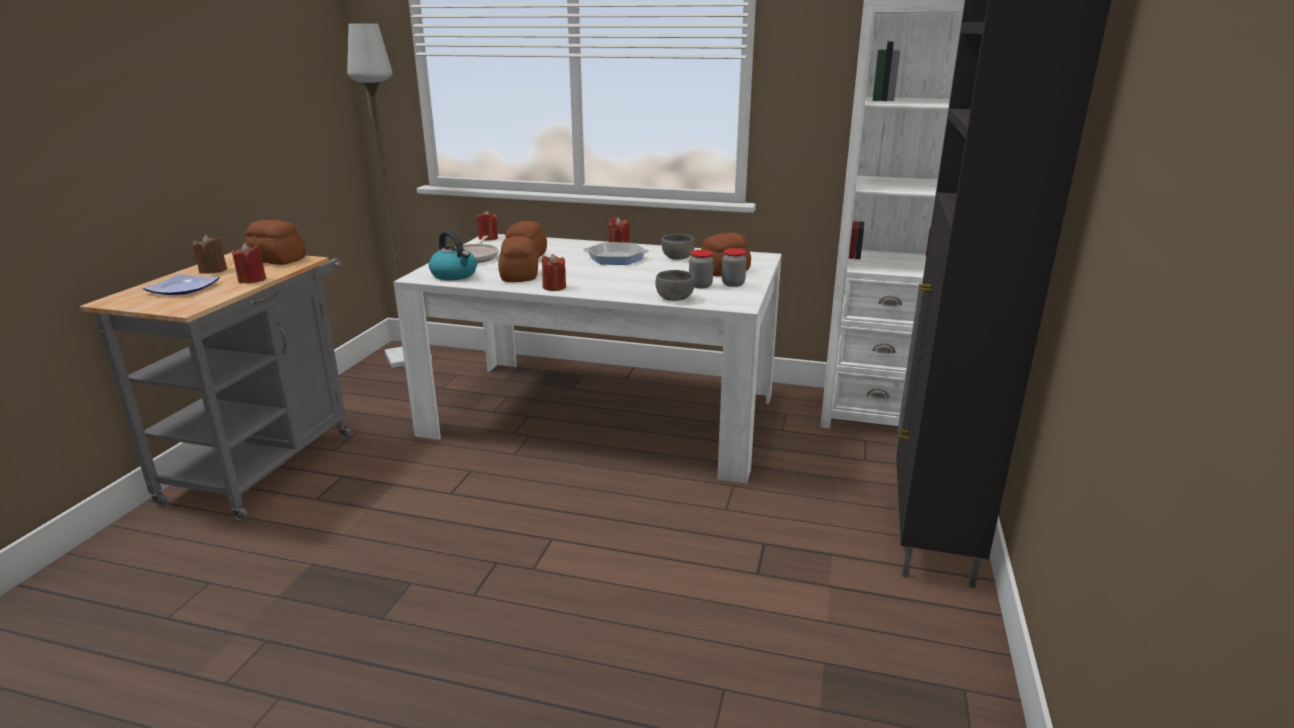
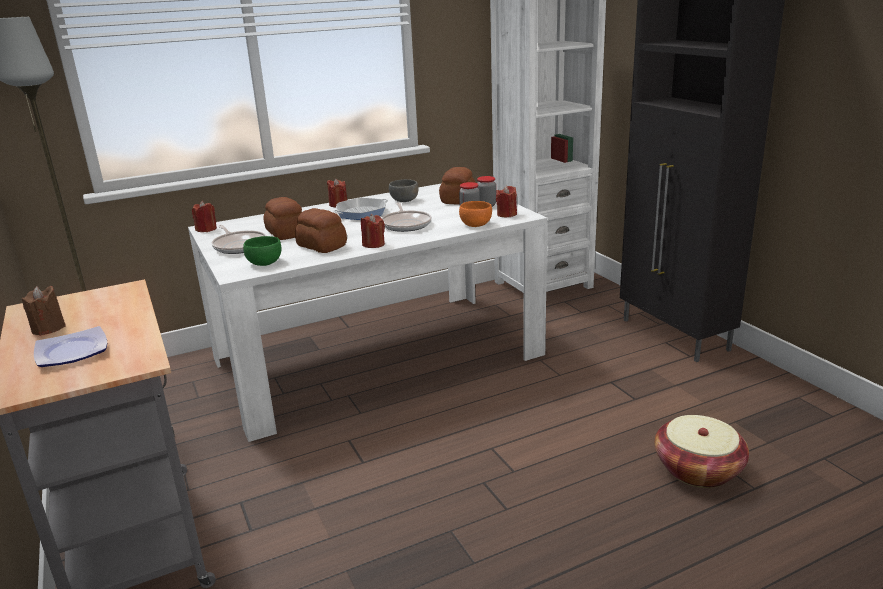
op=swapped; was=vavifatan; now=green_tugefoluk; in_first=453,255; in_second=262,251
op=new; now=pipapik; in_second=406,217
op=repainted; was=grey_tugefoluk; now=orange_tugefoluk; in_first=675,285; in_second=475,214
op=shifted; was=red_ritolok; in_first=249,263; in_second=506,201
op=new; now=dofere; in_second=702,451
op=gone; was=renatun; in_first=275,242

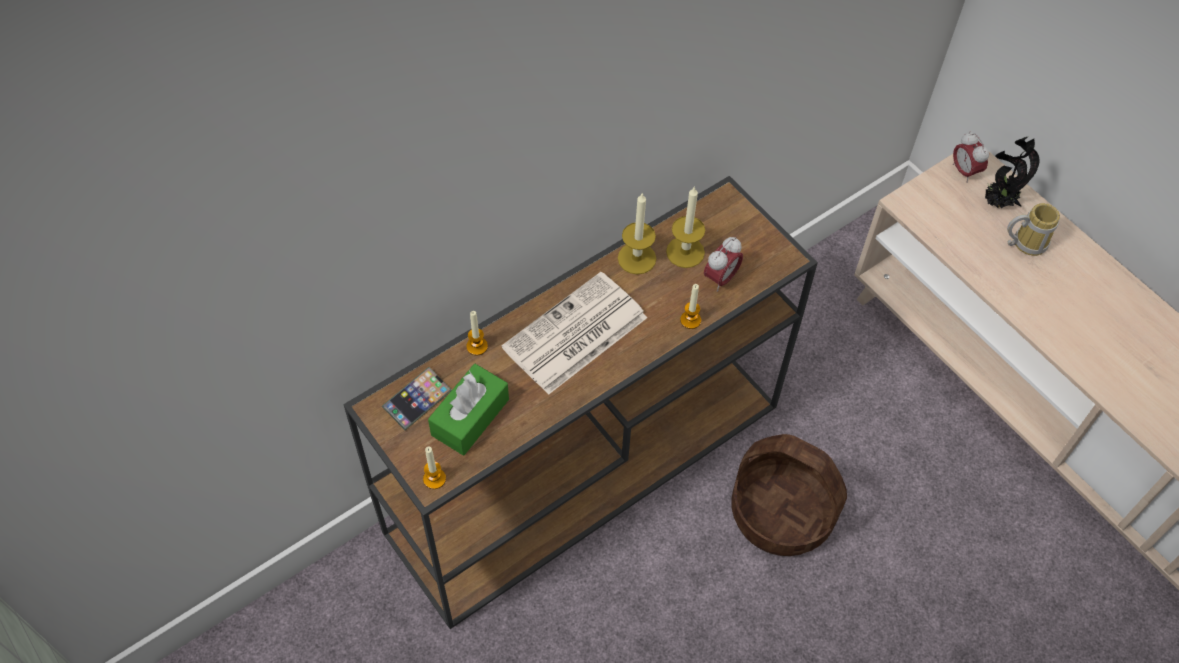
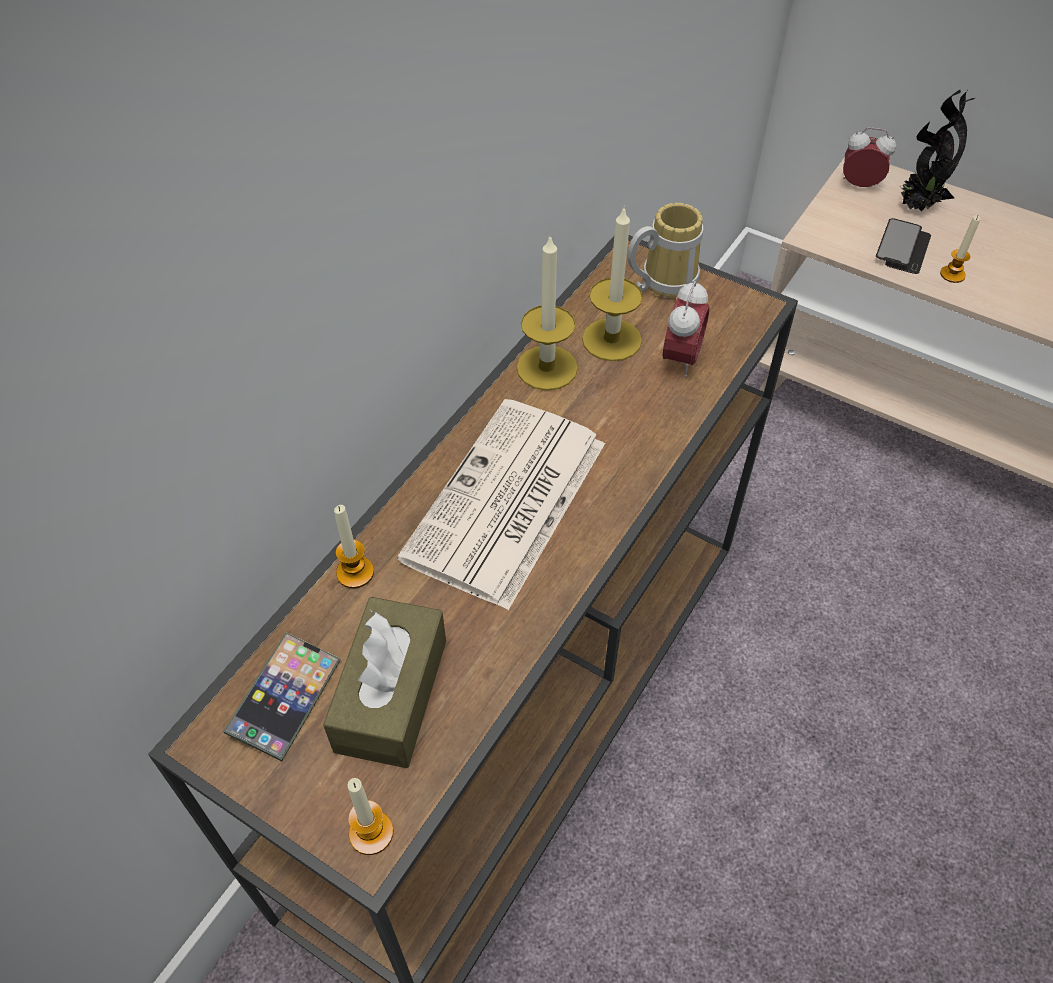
op=repainted; was=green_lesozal; now=brown_lesozal; in_first=468,410; in_second=384,682
op=shifted; was=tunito; in_first=1033,229; in_second=665,250
op=rotated; was=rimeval; in_first=971,157; in_second=869,157; clockwise=150
op=new; now=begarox; in_second=903,246
op=shifted; was=ritolok; in_first=690,306; in_second=960,249
op=gone; was=dofere; in_first=789,495

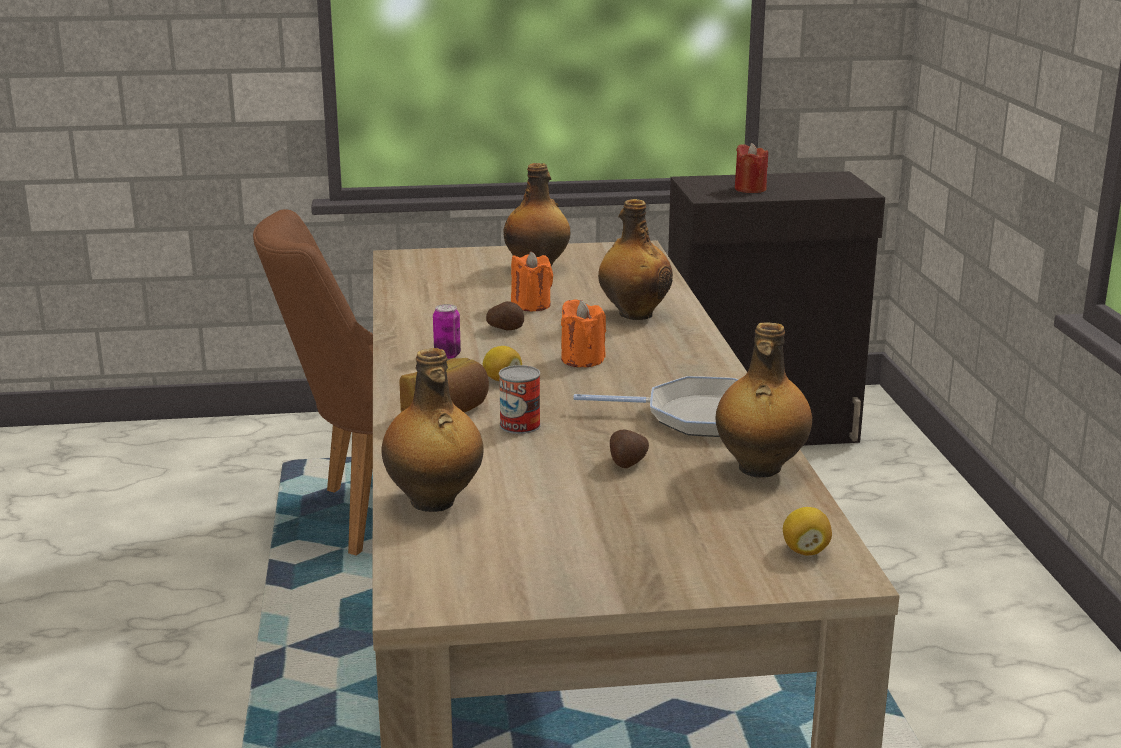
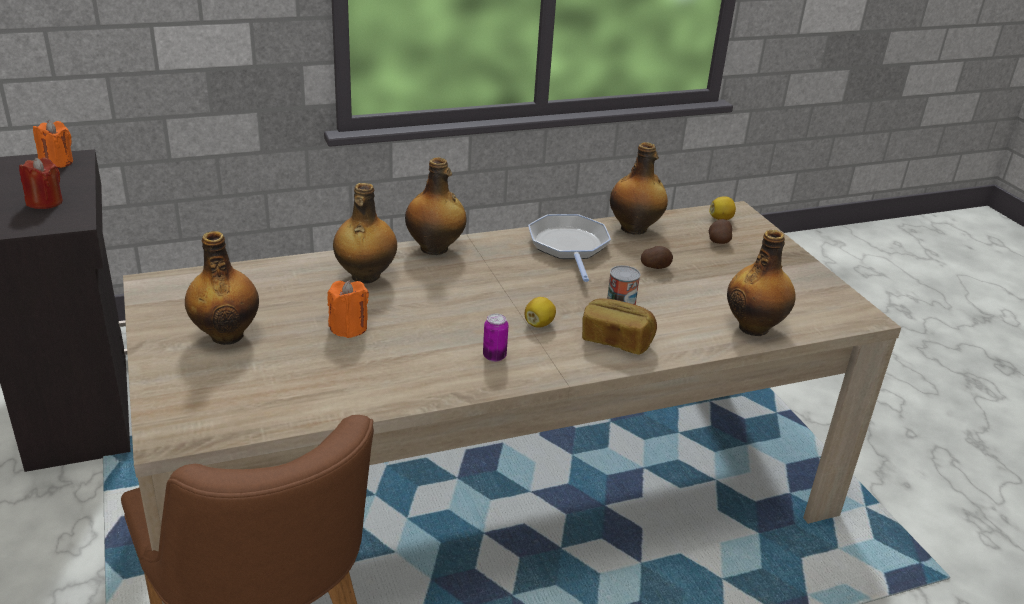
op=shifted; was=orange_ritolok; in_first=583,333; in_second=53,144
op=new; now=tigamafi; in_second=435,206
op=shifted; was=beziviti; in_first=505,315; in_second=720,231

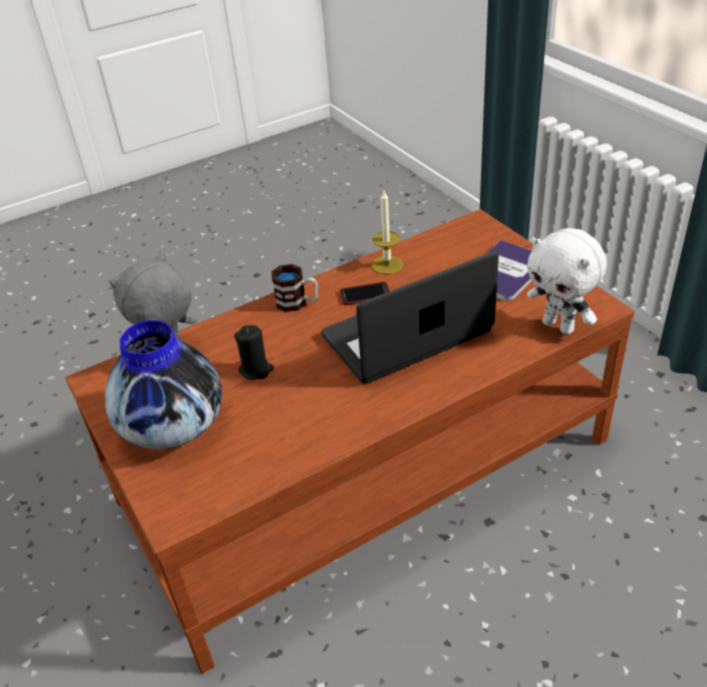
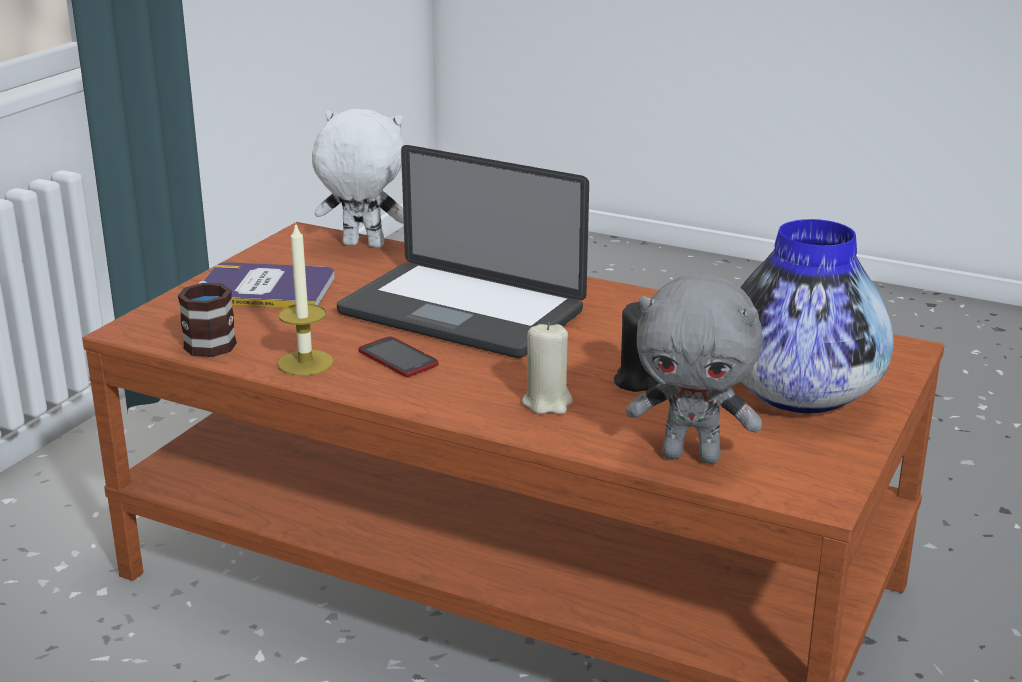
op=shifted; was=tunito; in_first=294,288; in_second=207,319
op=rotated; was=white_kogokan; in_first=567,281; in_second=358,178; clockwise=-90
op=new; now=beige_ritolok; in_second=547,368

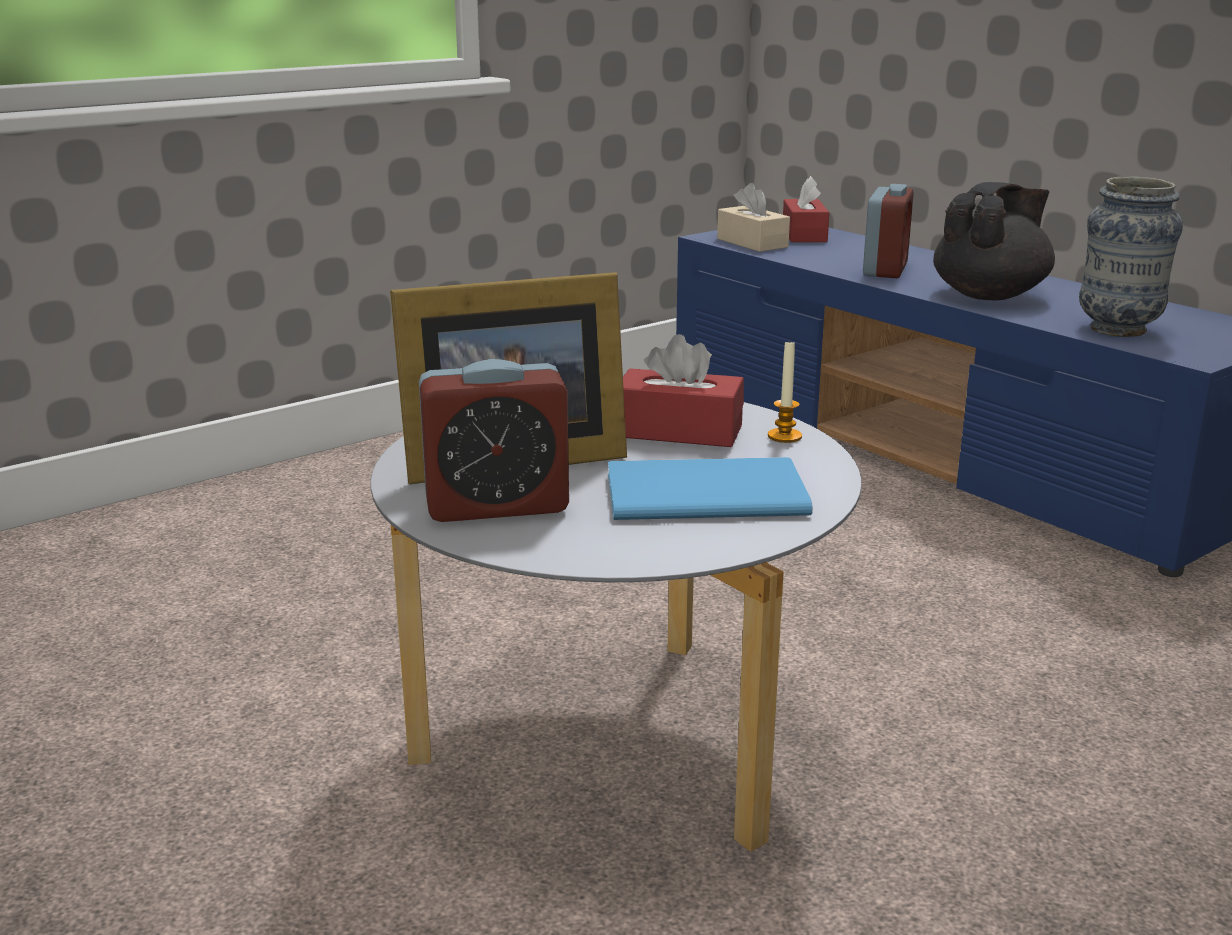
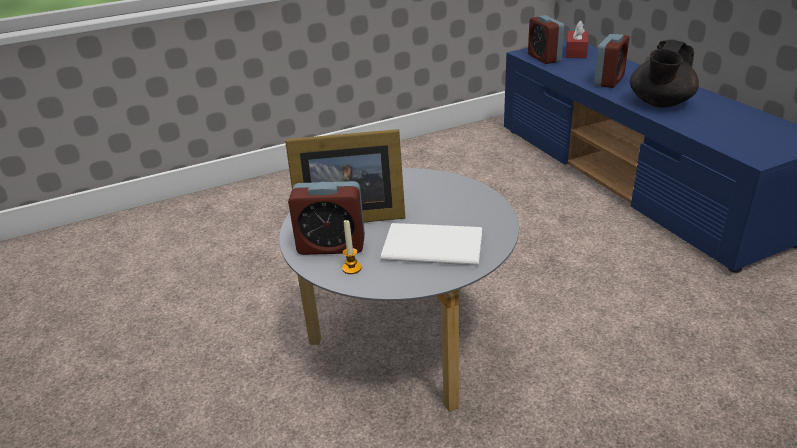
op=shifted; was=ritolok; in_first=785,392; in_second=352,247
op=repainted; was=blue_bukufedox; now=white_bukufedox; in_first=710,488; in_second=431,244
op=swapped; was=beige_lesozal; now=rimeval; in_first=753,217; in_second=546,39
op=rotated; was=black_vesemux; in_first=994,241; in_second=664,74; clockwise=150
op=gone; was=red_lesozal; in_first=683,390
op=gone; was=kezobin; in_first=1131,257

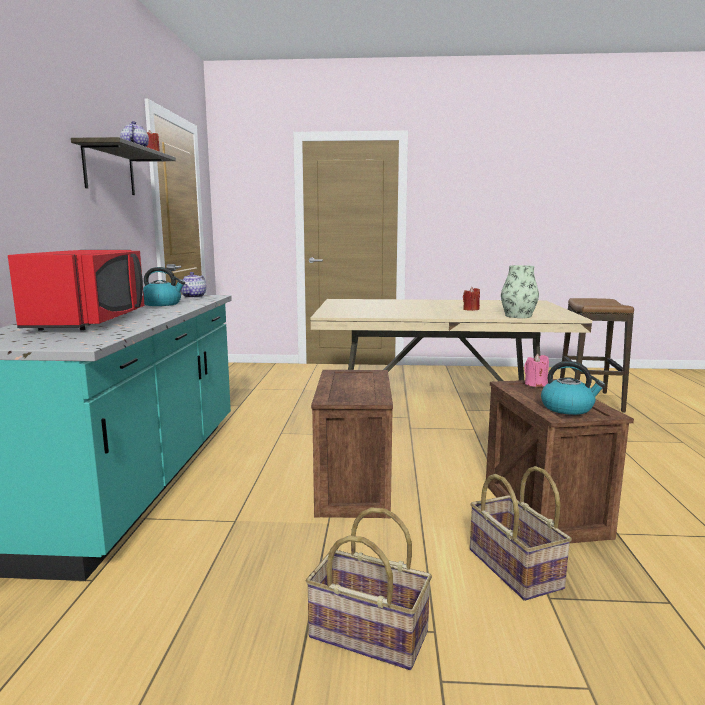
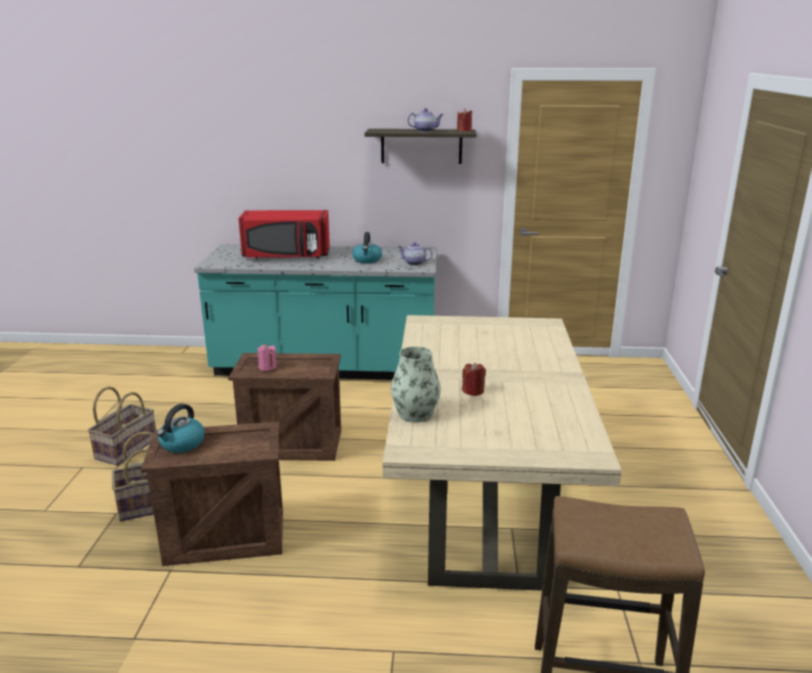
op=shifted; was=pink_ritolok; in_first=536,370; in_second=267,357

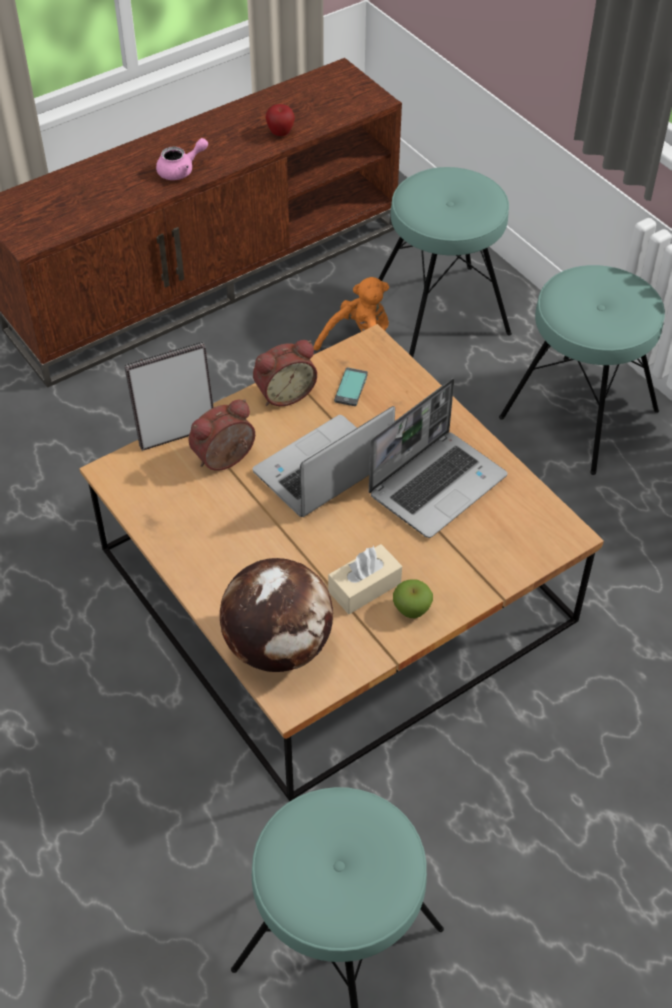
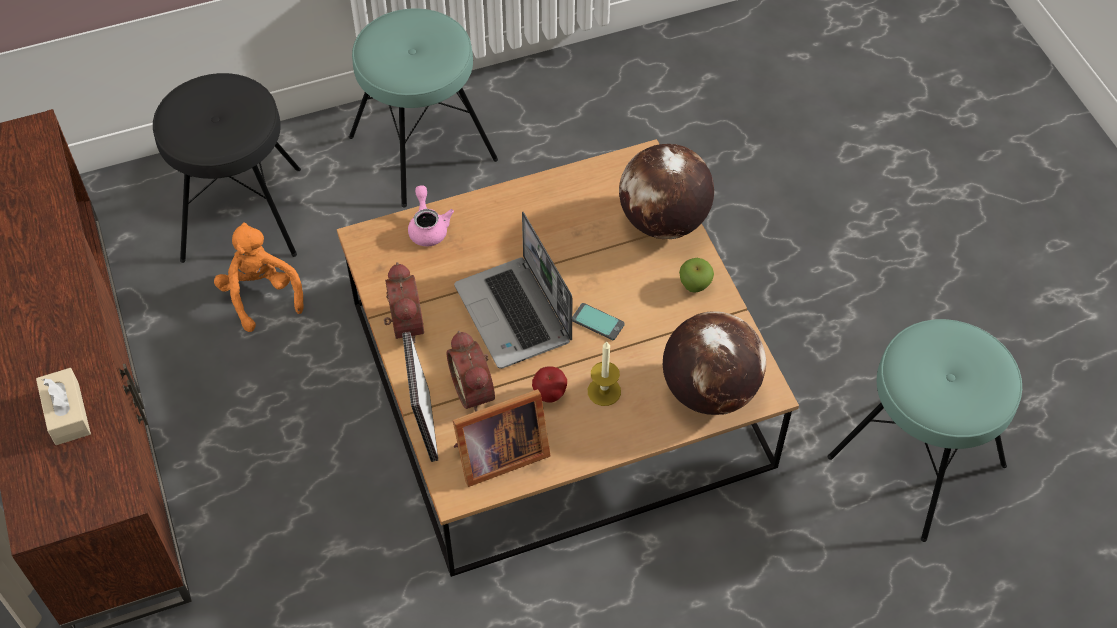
op=shifted; was=beige_lesozal; in_first=365,579; in_second=63,406
op=repainted; was=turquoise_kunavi; now=black_kunavi; in_first=445,262; in_second=227,168
op=shifted; was=pink_vesemux; in_first=182,159; in_second=431,216
op=new; now=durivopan; in_second=502,438
op=shifted; was=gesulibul; in_first=280,120; in_second=549,384
op=shifted; was=begarox; in_first=351,387; in_second=598,321
op=new; now=ritolok; in_second=604,374
op=new; now=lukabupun; in_second=666,191
op=gone; was=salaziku; in_first=438,458

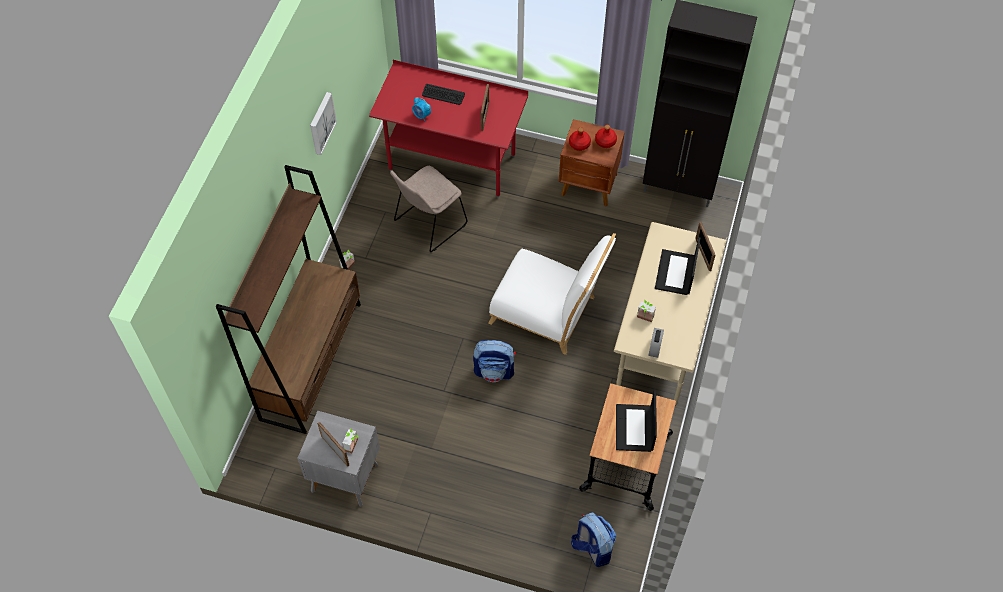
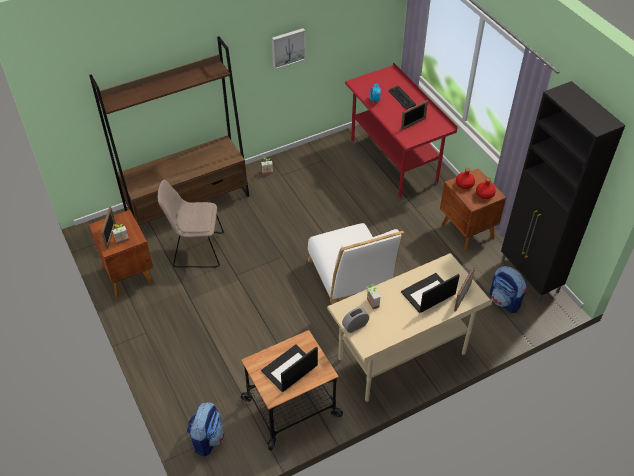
op=repainted; was=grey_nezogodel; now=brown_nezogodel; in_first=338,459; in_second=121,253
op=shifted; was=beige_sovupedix; in_first=428,209; in_second=191,224
op=shifted; was=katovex; in_first=494,361; in_second=508,289

